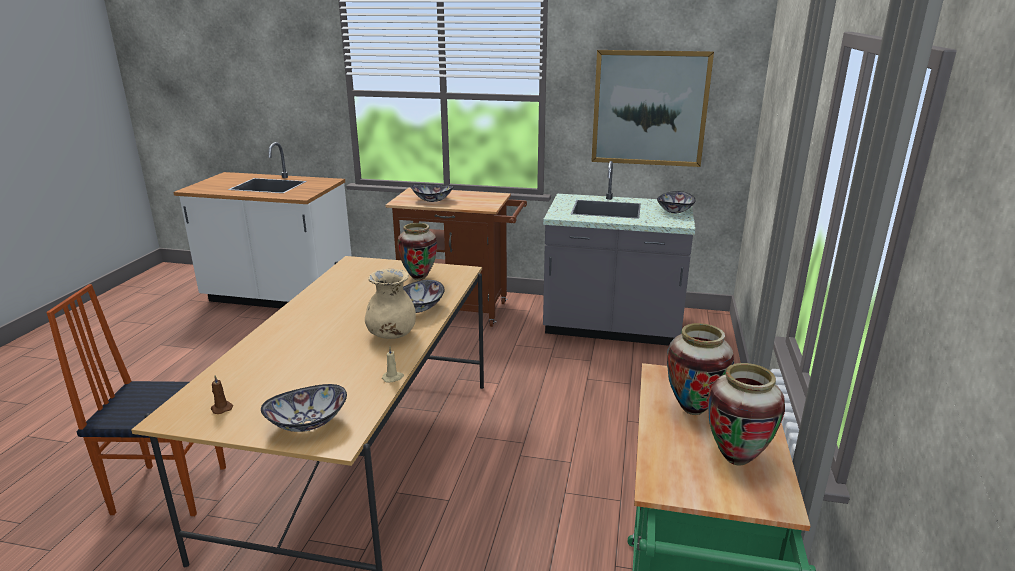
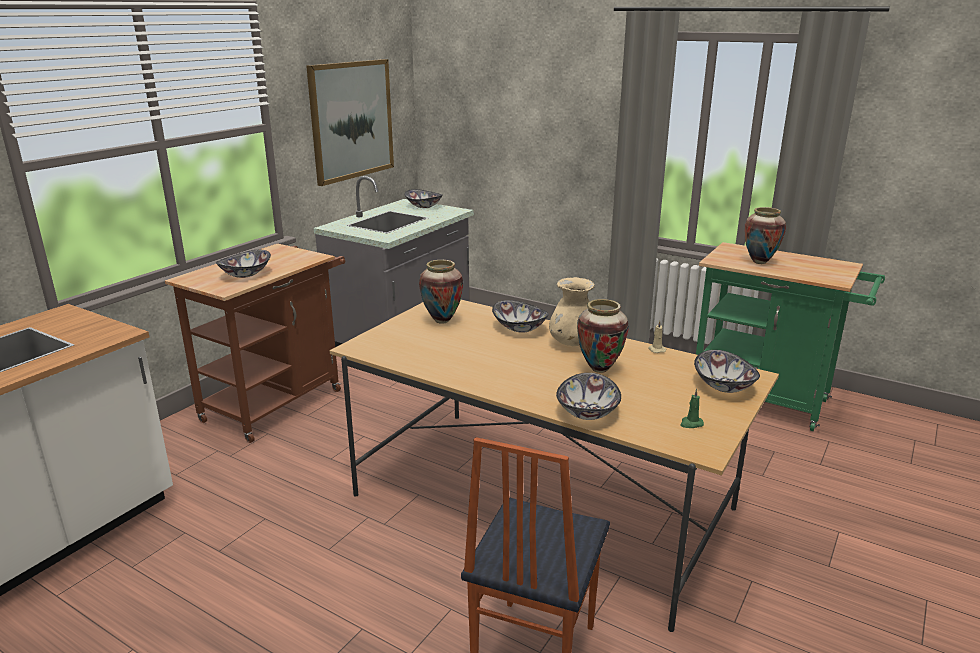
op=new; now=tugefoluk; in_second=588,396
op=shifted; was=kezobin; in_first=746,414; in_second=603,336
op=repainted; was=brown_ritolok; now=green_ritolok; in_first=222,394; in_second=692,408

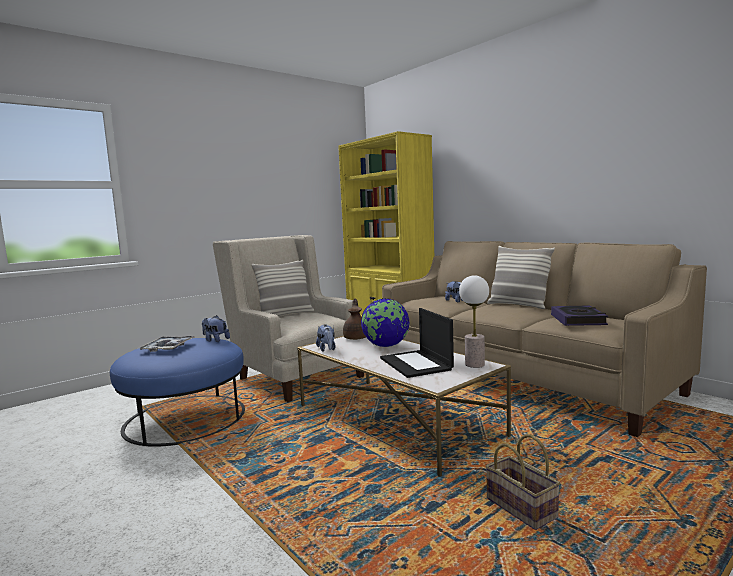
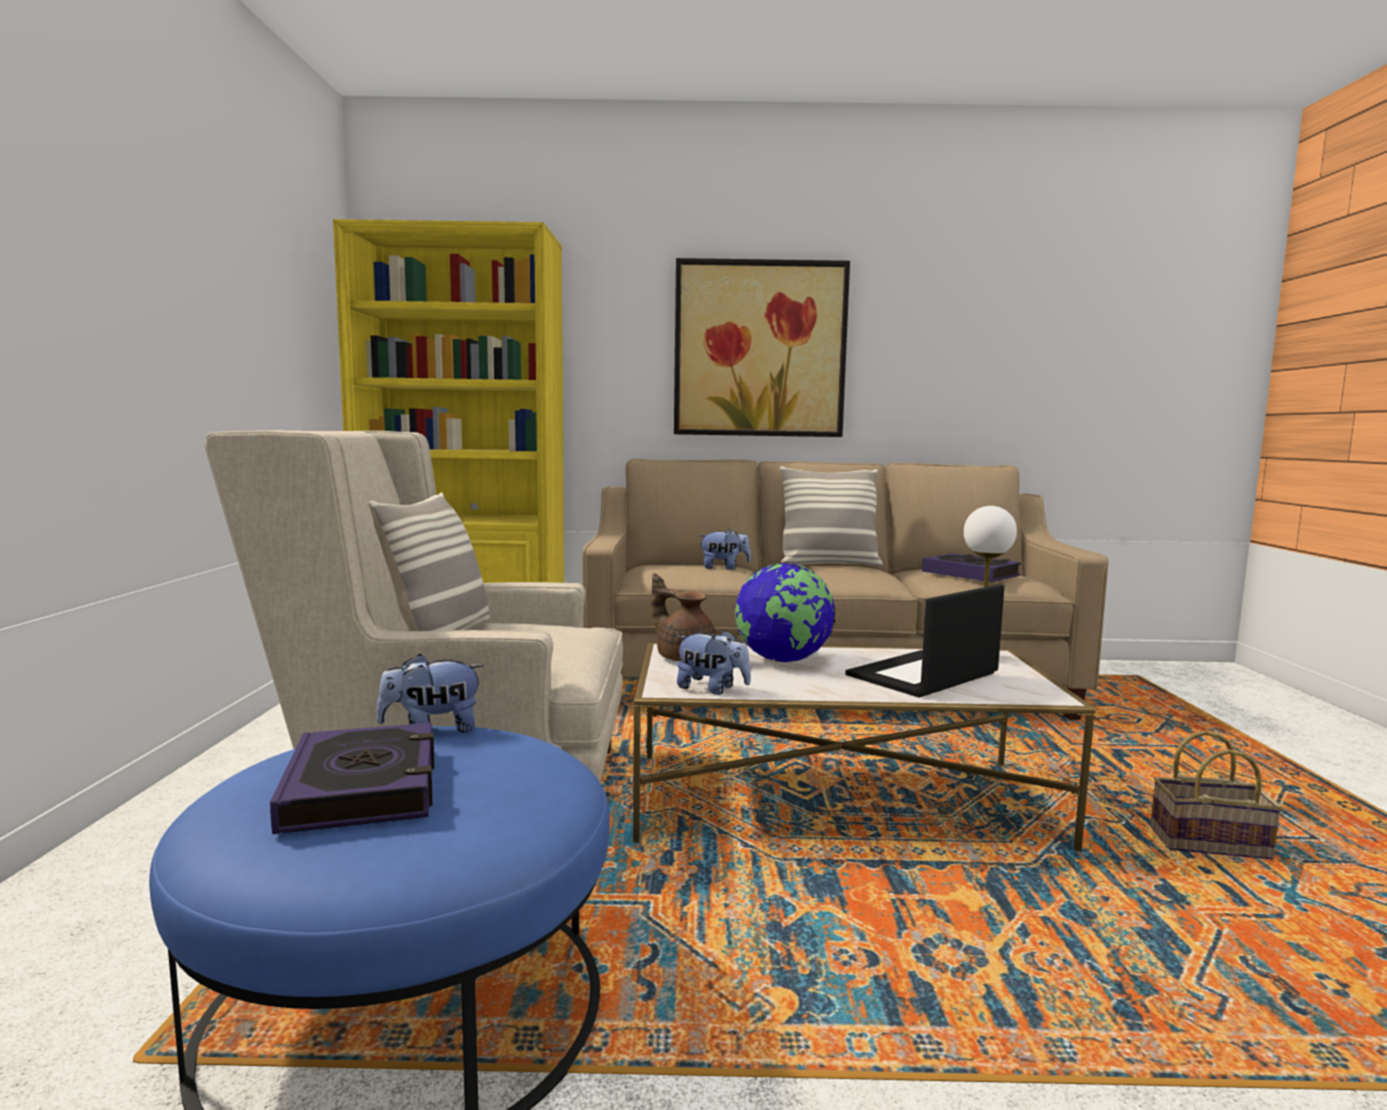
op=swapped; was=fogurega; now=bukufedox; in_first=166,344; in_second=352,778
op=new; now=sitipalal; in_second=762,347
op=rotated; was=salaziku; in_first=417,343; in_second=924,641; clockwise=120

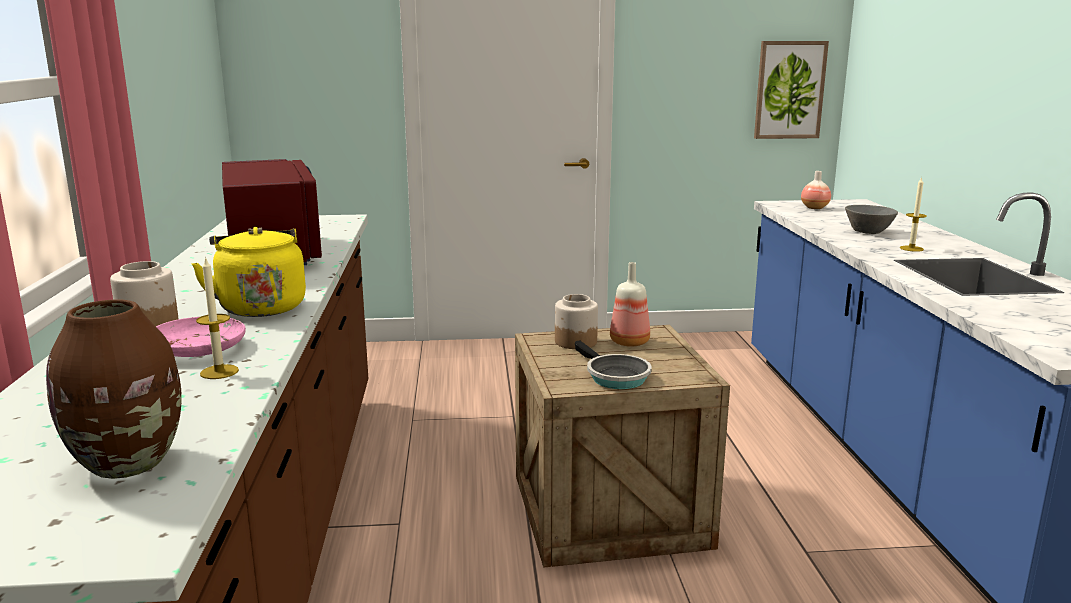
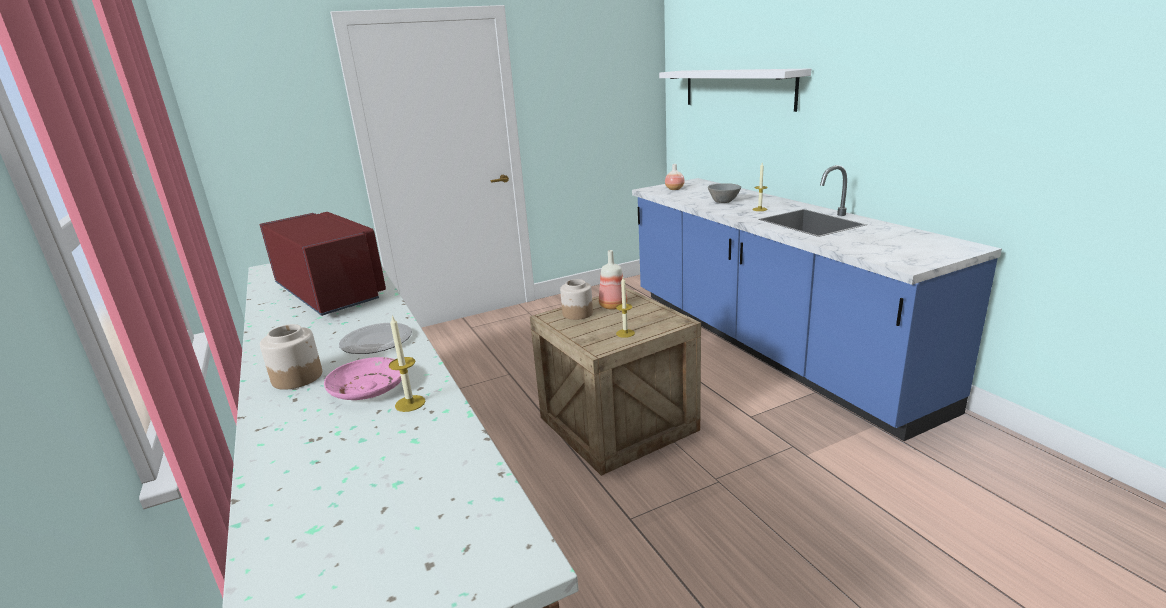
op=swapped; was=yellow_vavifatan; now=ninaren; in_first=248,272; in_second=375,338
op=swapped; was=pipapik; now=ritolok; in_first=613,364; in_second=625,308
op=new; now=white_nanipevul; in_second=735,90
op=gone; was=brown_kezobin; in_first=114,389
op=gone; was=sitipalal; in_first=791,90

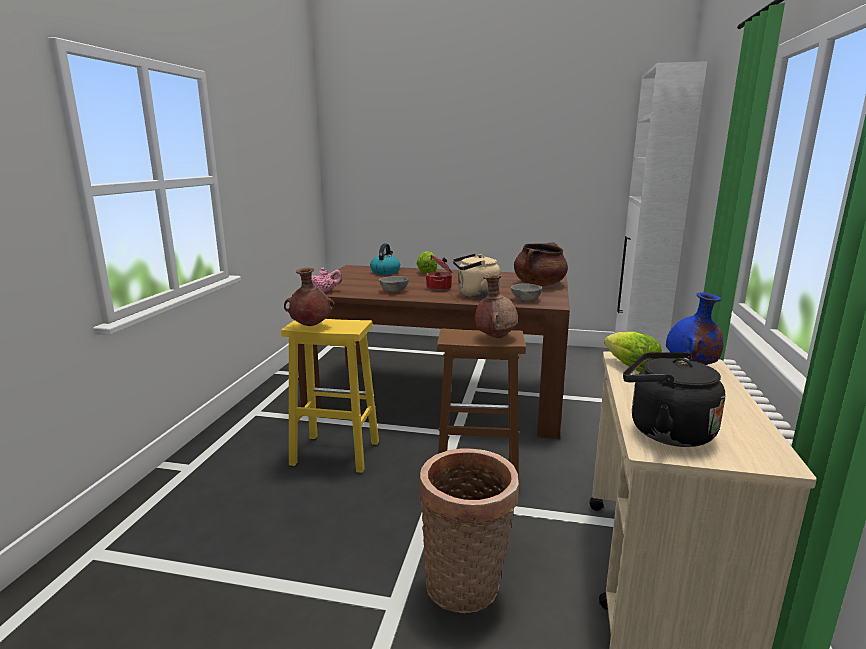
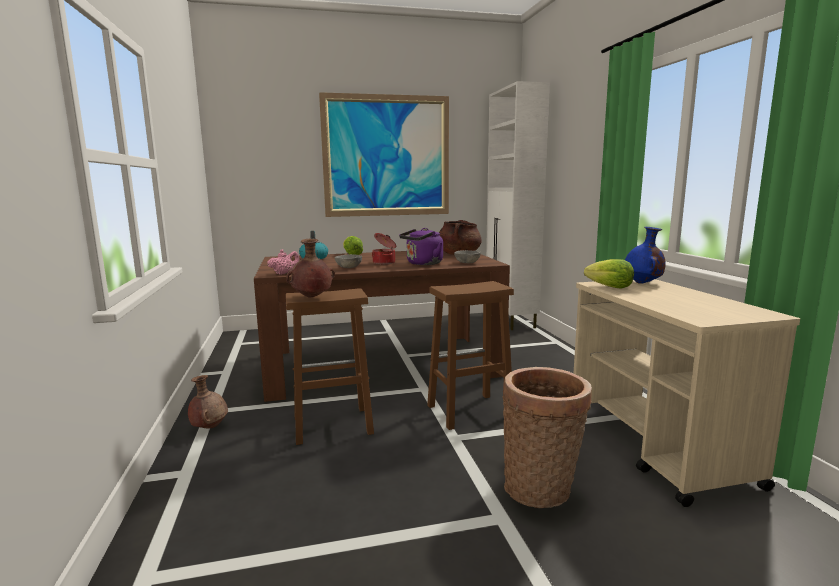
op=shifted; was=brown_kezobin; in_first=496,306; in_second=208,401
op=repainted; was=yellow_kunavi; now=brown_kunavi; in_first=330,396; in_second=330,366
op=new; now=sitipalal; in_second=384,154
op=repainted; was=beige_vavifatan; now=purple_vavifatan; in_first=476,276; in_second=421,246
op=gone; was=black_vavifatan; in_first=674,399

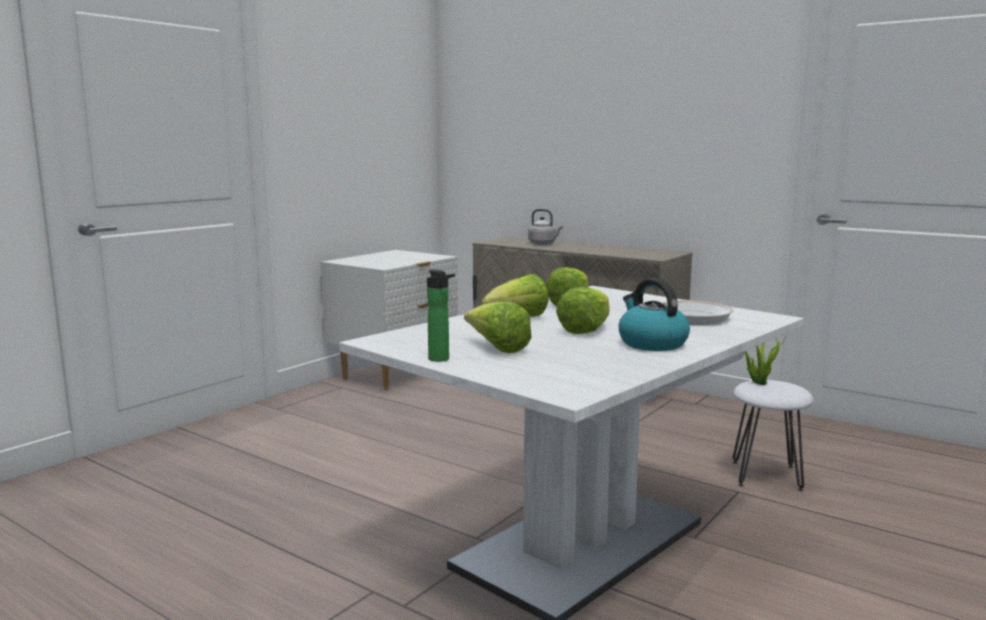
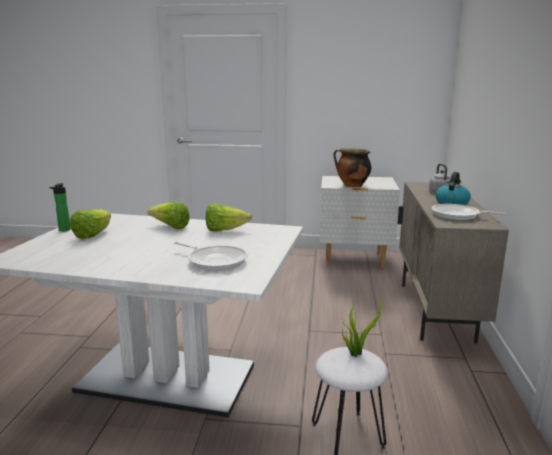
op=new; now=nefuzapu; in_second=352,168
op=new; now=pipapik; in_second=469,212
op=shifted; was=vavifatan; in_first=654,314; in_second=453,188
op=gone; was=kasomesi; in_first=583,310

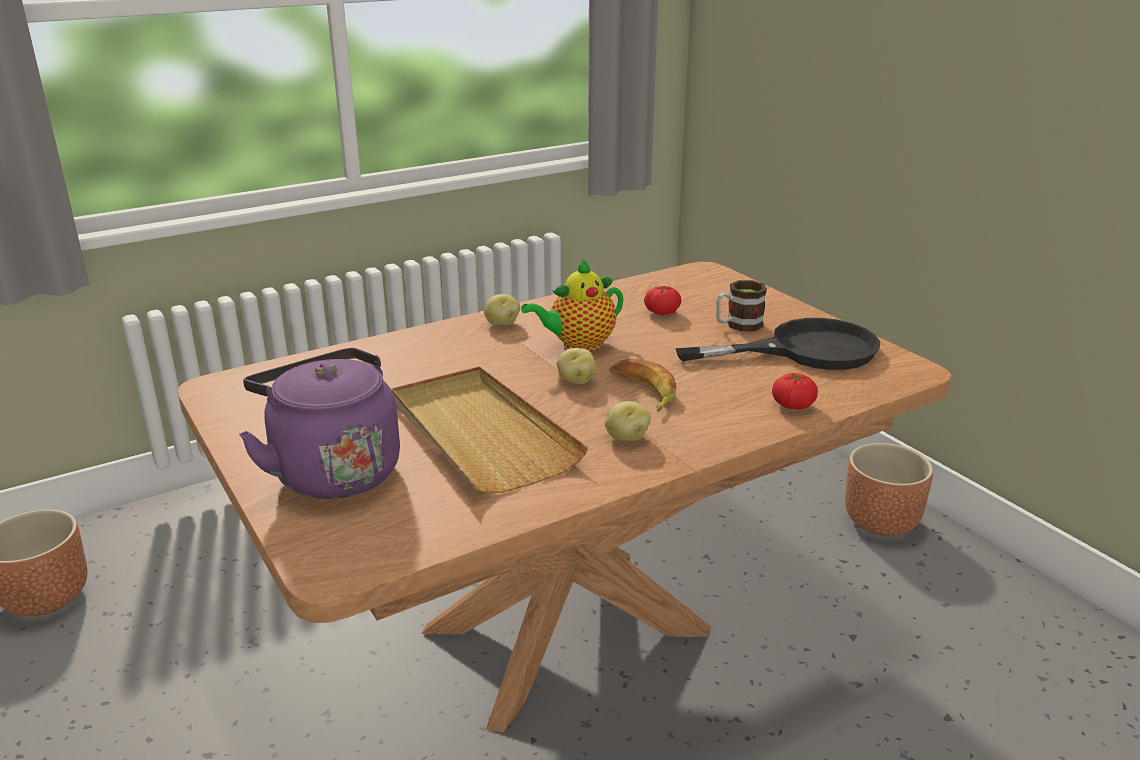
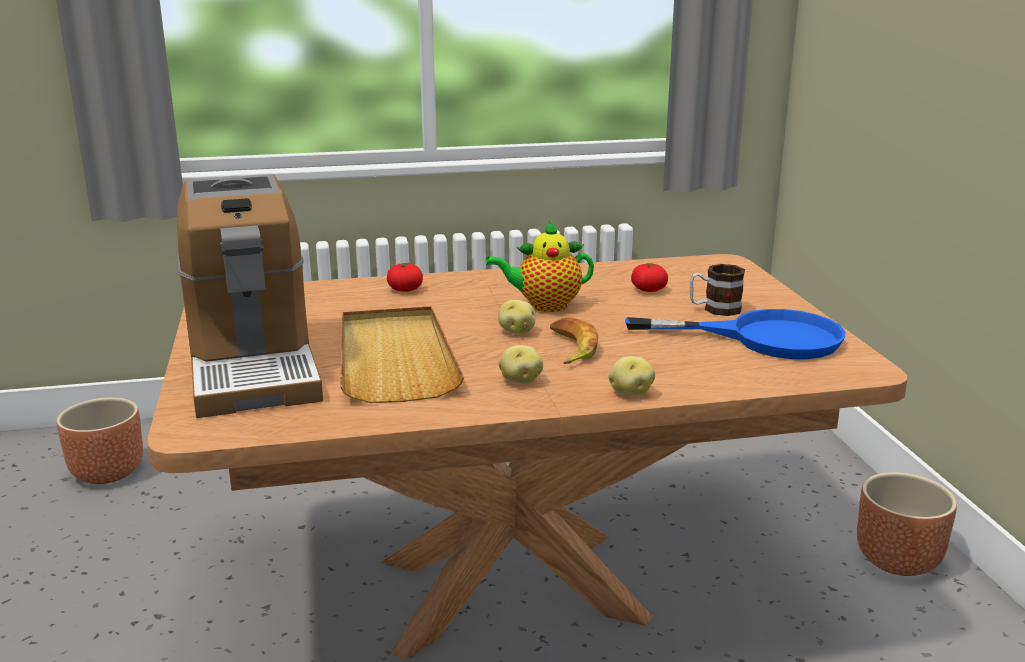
op=swapped; was=purple_vavifatan; now=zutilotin; in_first=319,423; in_second=250,296
op=shifted; was=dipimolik; in_first=795,391; in_second=405,277
op=shifted; was=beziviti; in_first=502,309; in_second=631,376
op=repainted; was=black_pipapik; now=blue_pipapik; in_first=777,344; in_second=735,334

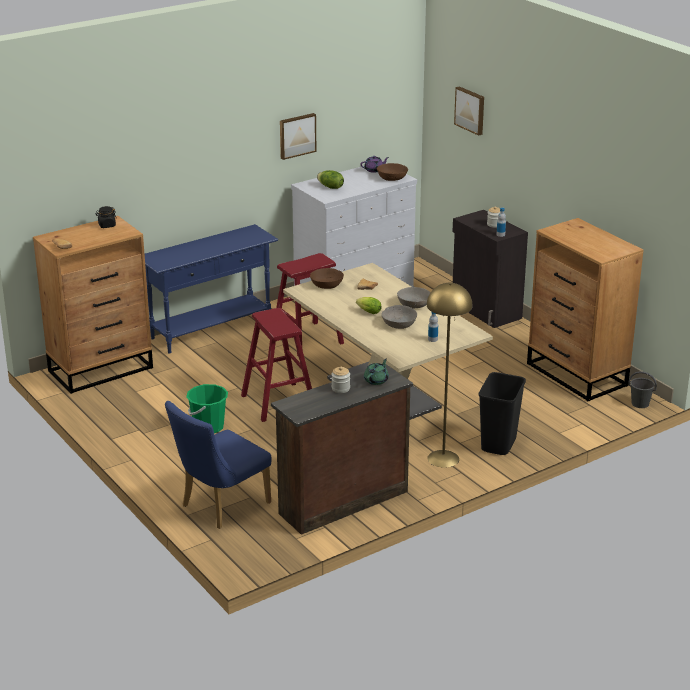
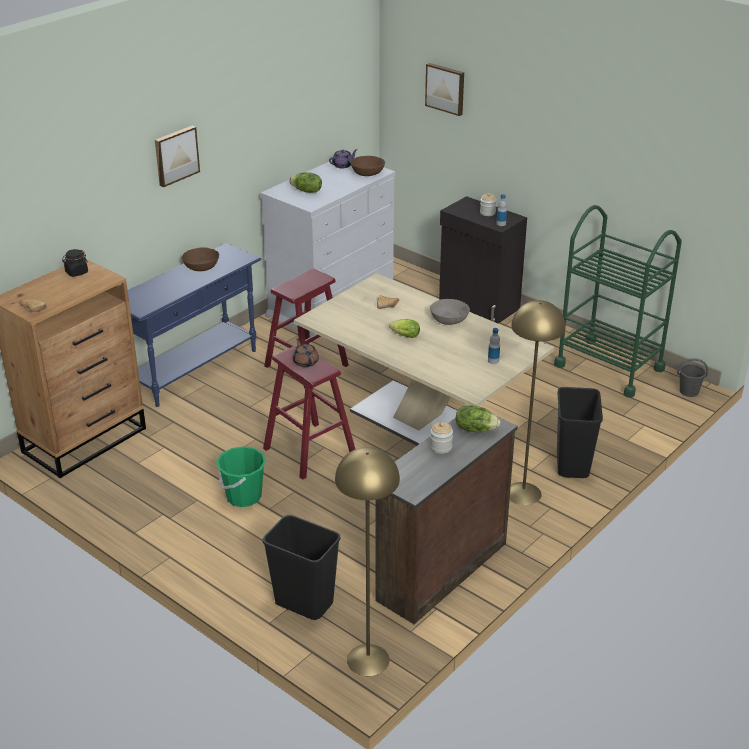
op=shifted; was=sitipalal; in_first=298,136; in_second=177,156
op=shifted; was=brown_tugefoluk; in_first=327,278; in_second=200,259
op=swapped; was=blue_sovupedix; now=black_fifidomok; in_first=218,465; in_second=302,567
op=new; now=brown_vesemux; in_second=306,352
op=new; now=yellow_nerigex; in_second=367,561
op=swapped; was=green_vesemux; now=kasomesi; in_first=376,372; in_second=478,419
op=swapped; was=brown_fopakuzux; now=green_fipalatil; in_first=585,309; in_second=618,301
op=gone; was=grey_tugefoluk; in_first=399,317

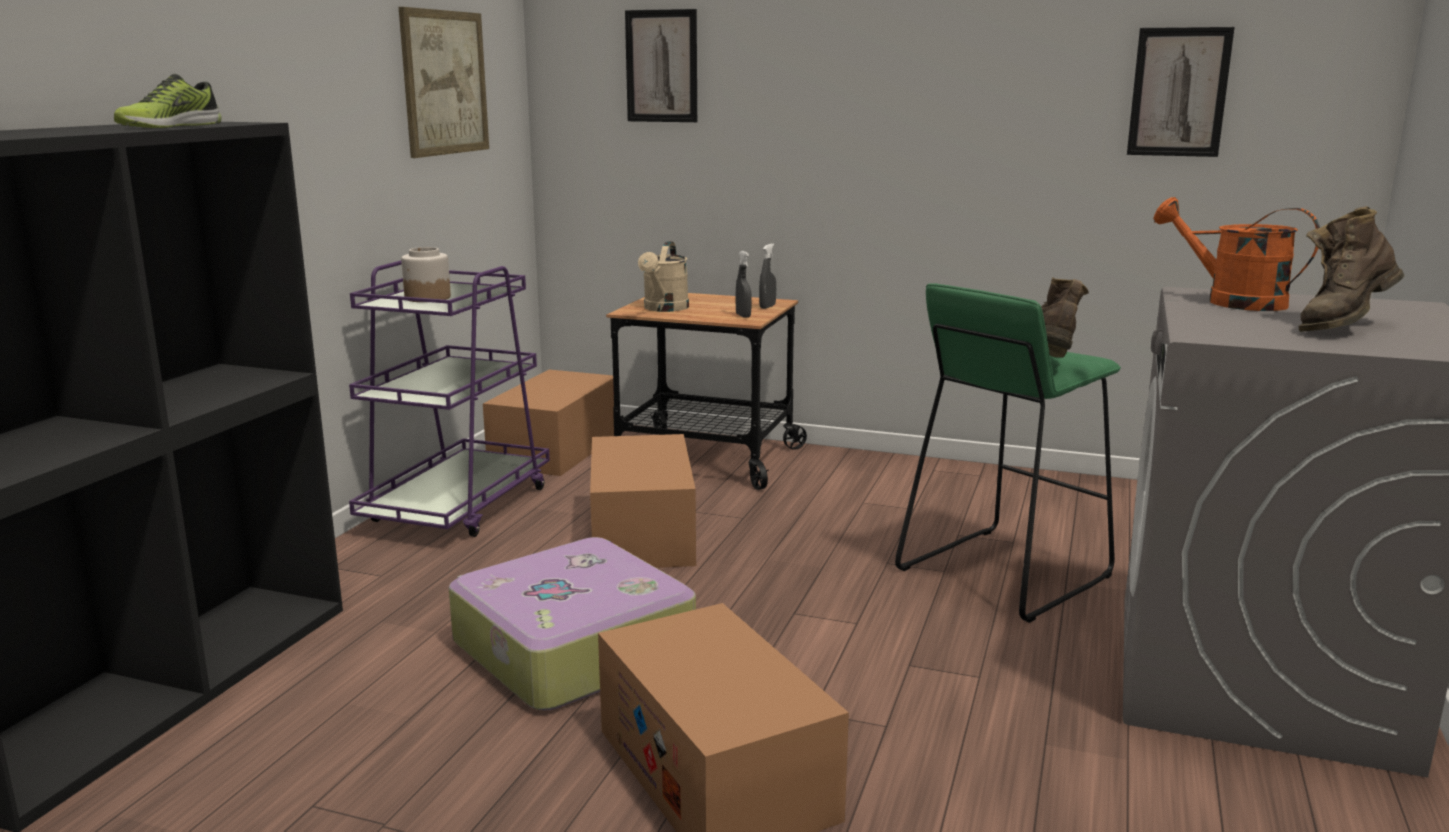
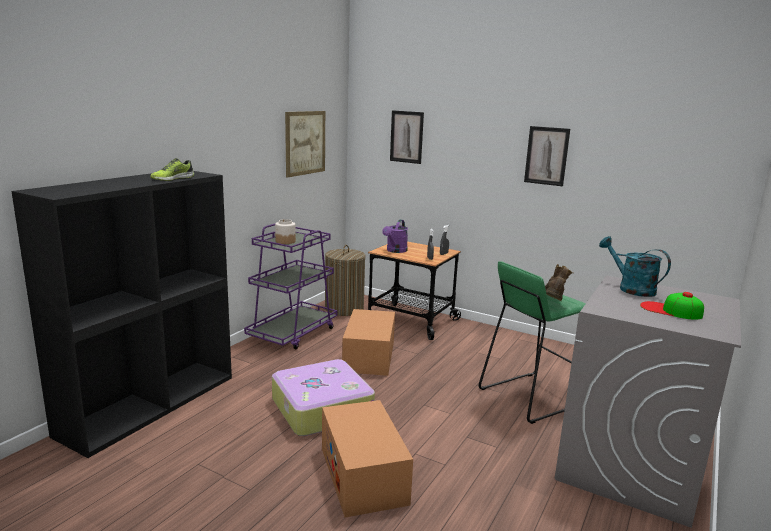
op=swapped; was=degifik; now=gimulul; in_first=548,422; in_second=345,280
op=repainted; was=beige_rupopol; now=purple_rupopol; in_first=663,276; in_second=395,236
op=shifted; was=sitipalal; in_first=1181,92; in_second=547,156
op=repainted; was=orange_rupopol; now=turquoise_rupopol; in_first=1236,254; in_second=635,266
op=swapped; was=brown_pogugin; now=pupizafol; in_first=1351,269; in_second=672,305

